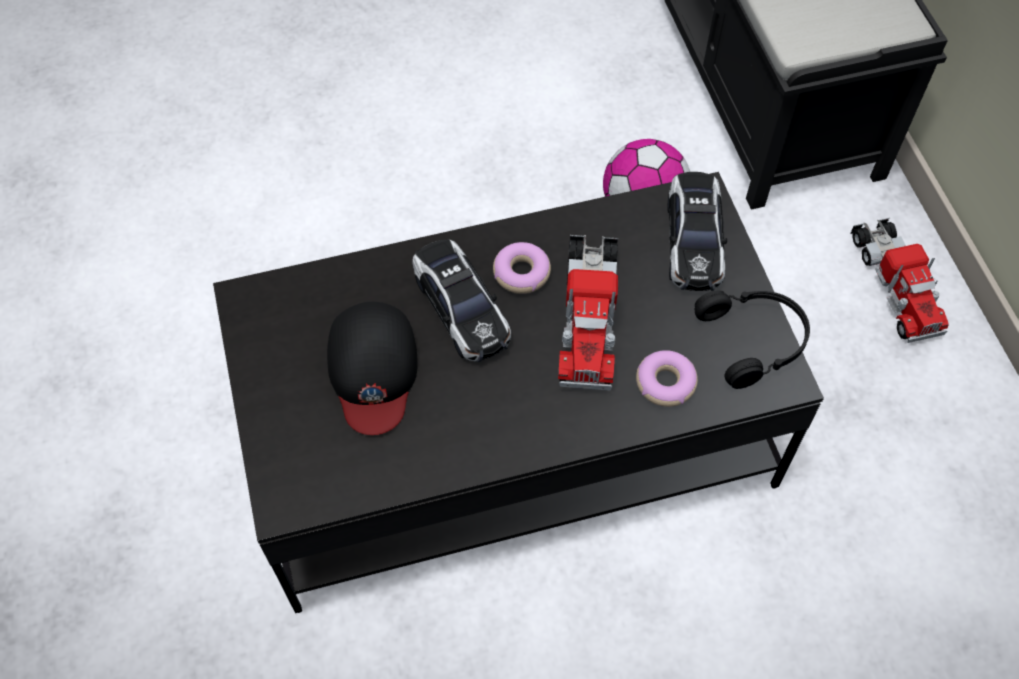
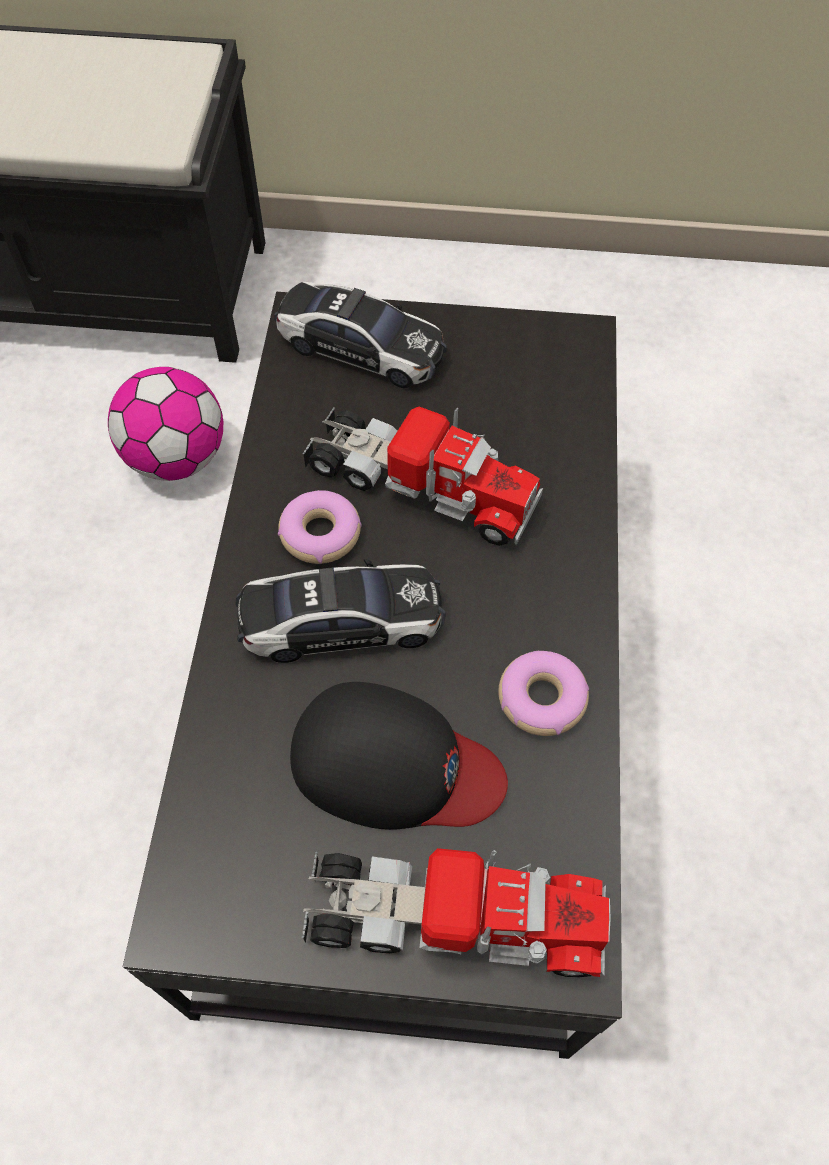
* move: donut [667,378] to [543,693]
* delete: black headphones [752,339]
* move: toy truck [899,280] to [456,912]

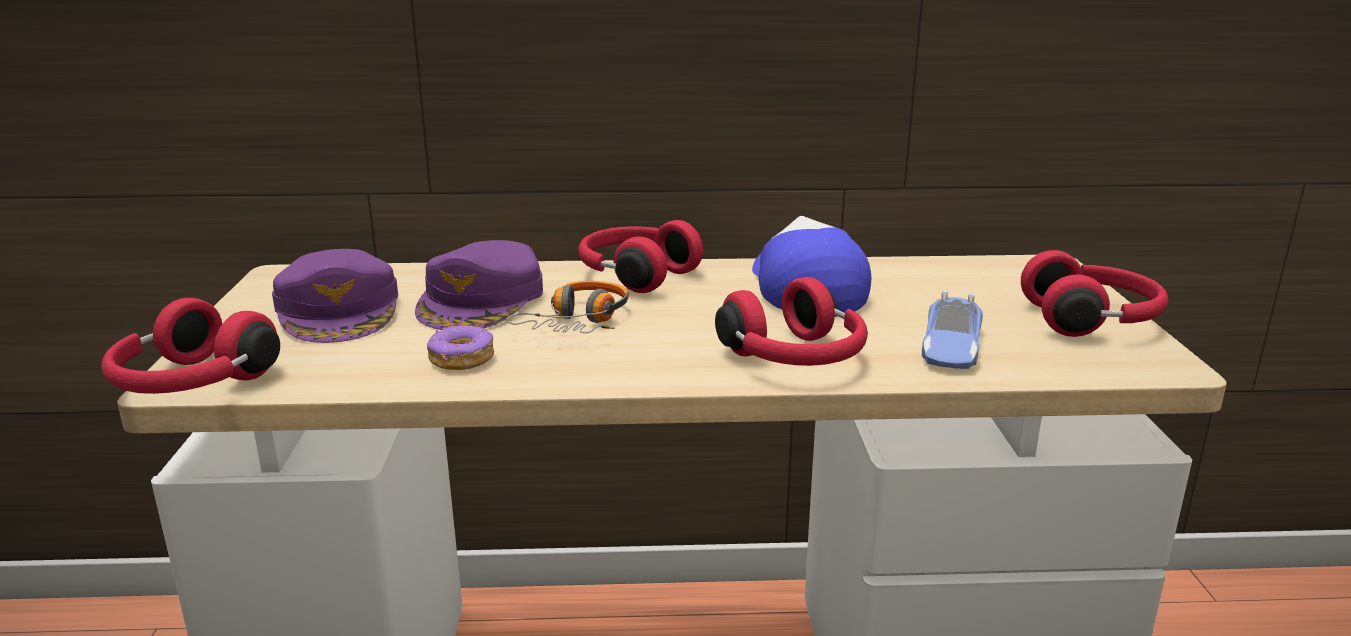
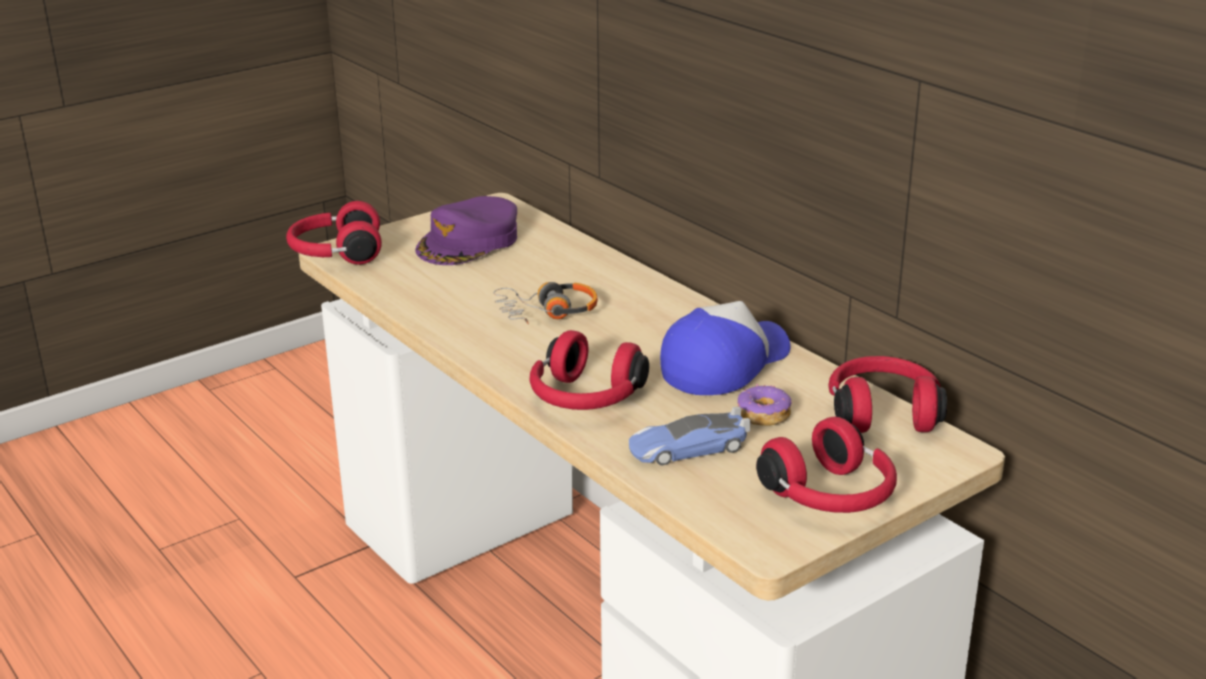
* delete: purple cap [479,285]
* move: donut [460,347] to [765,405]
* move: red headphones [640,256] to [887,394]

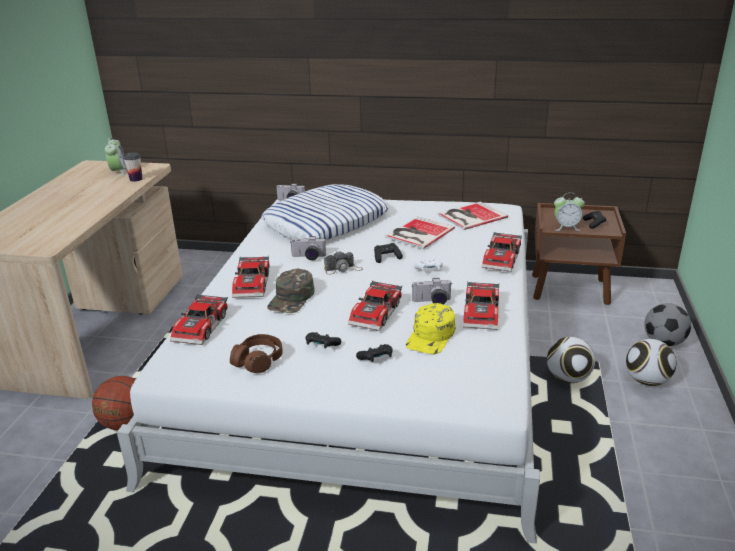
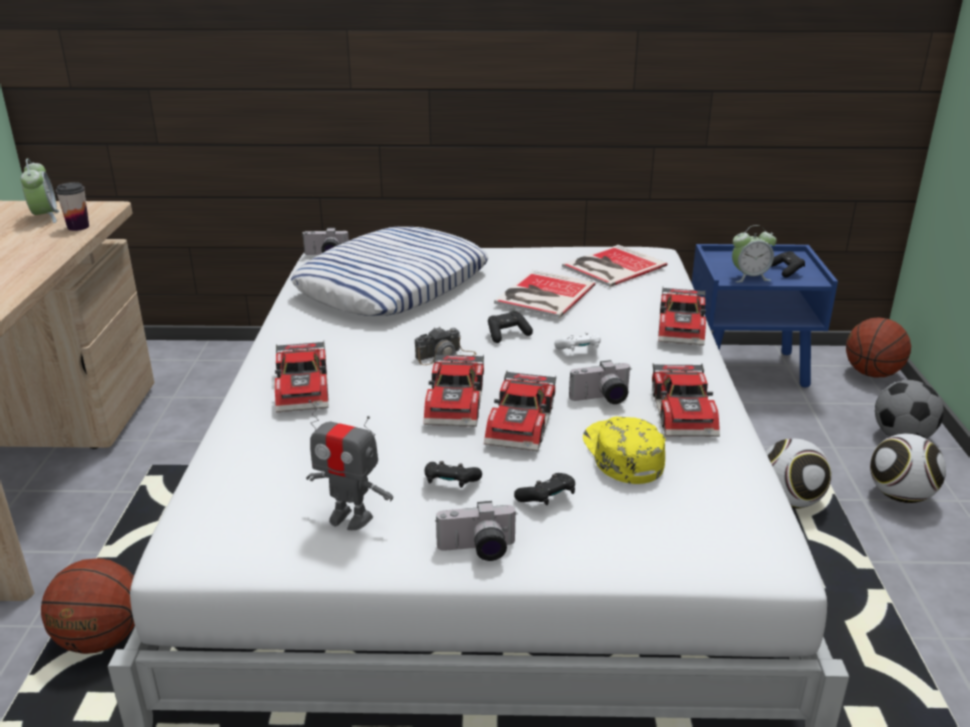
* move: toy car [199,319] to [453,390]
* replace: brown headphones [256,353] to toy robot [349,465]
* delete: green cap [291,291]
* move: photo camera [308,248] to [476,531]
* rotate: yellow cap [430,328] = [624,450] 150 degrees clockwise
* recolor: brown nightstand [579,254] to blue nightstand [765,315]
* insert: basketball [878,347]

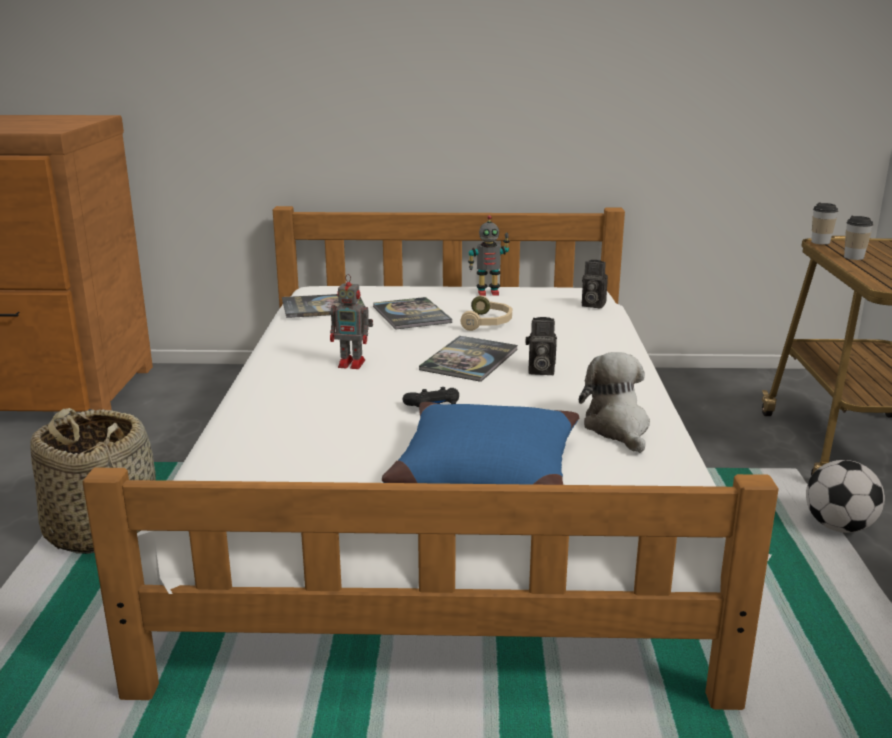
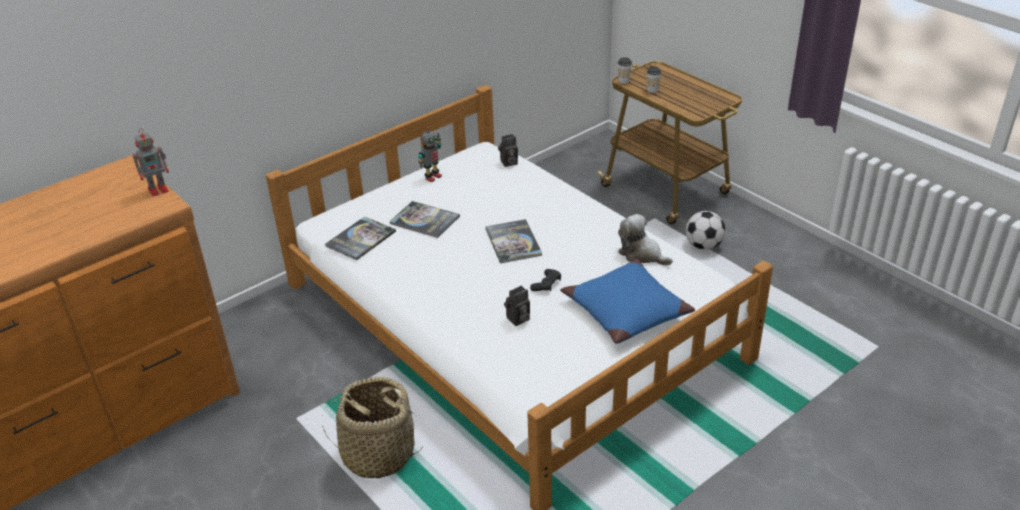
* move: toy robot [351,321] to [150,162]
* delete: beige headphones [486,313]
* move: photo camera [541,346] to [517,306]

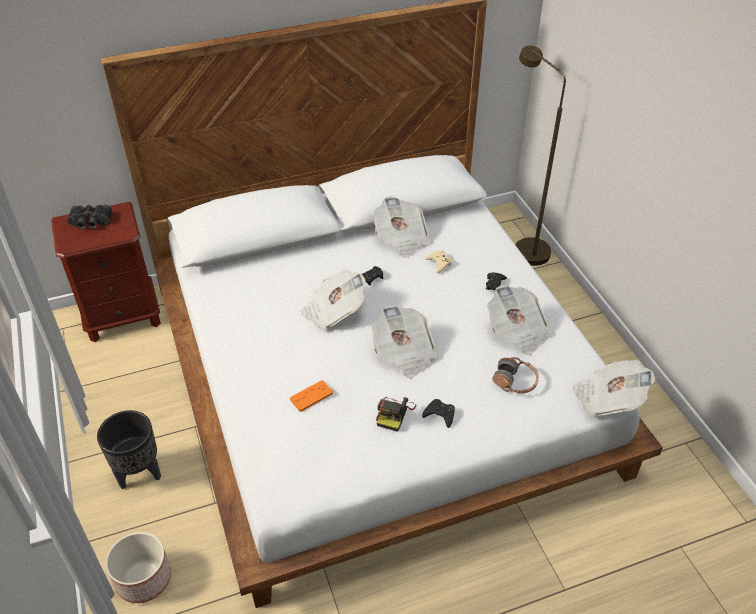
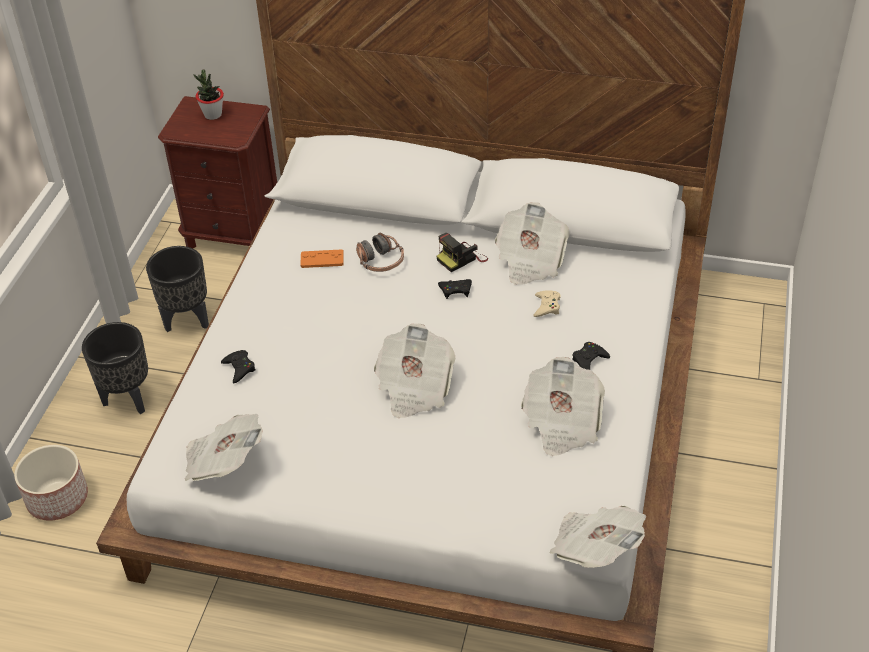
* replace: black binoculars [89,217] to potted plant [209,95]
* move: orange game controller [311,396] to [322,258]
* move: newspaper [333,299] to [224,447]
* move: photo camera [396,414] to [462,252]
* move: black game controller [438,413] to [238,366]
* move: headphones [515,375] to [380,252]
* delete: brown floor lamp [540,155]
* insert: black planter [177,289]

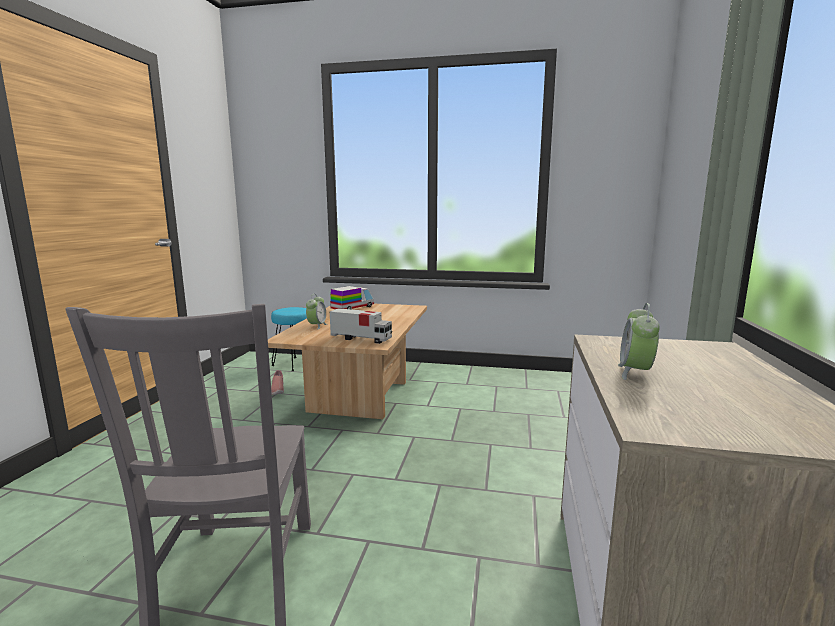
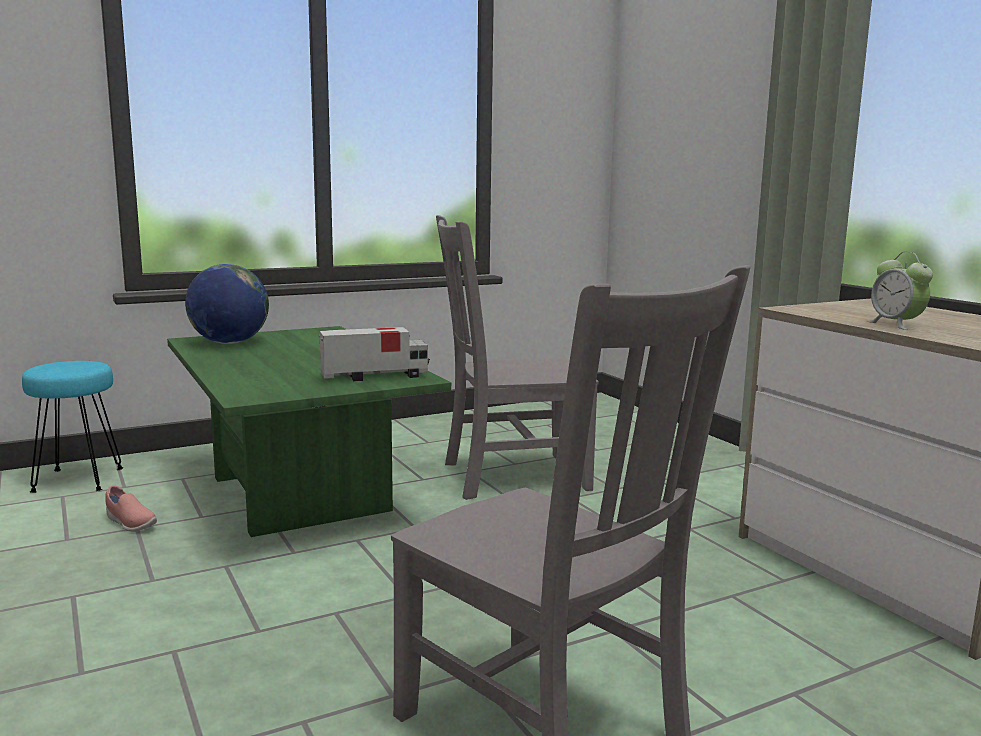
* recolor: beige coffee table [347,361] to green coffee table [309,431]
* delete: alarm clock [316,312]
* replace: toy truck [352,297] to globe [227,304]
* insert: grey chair [517,357]

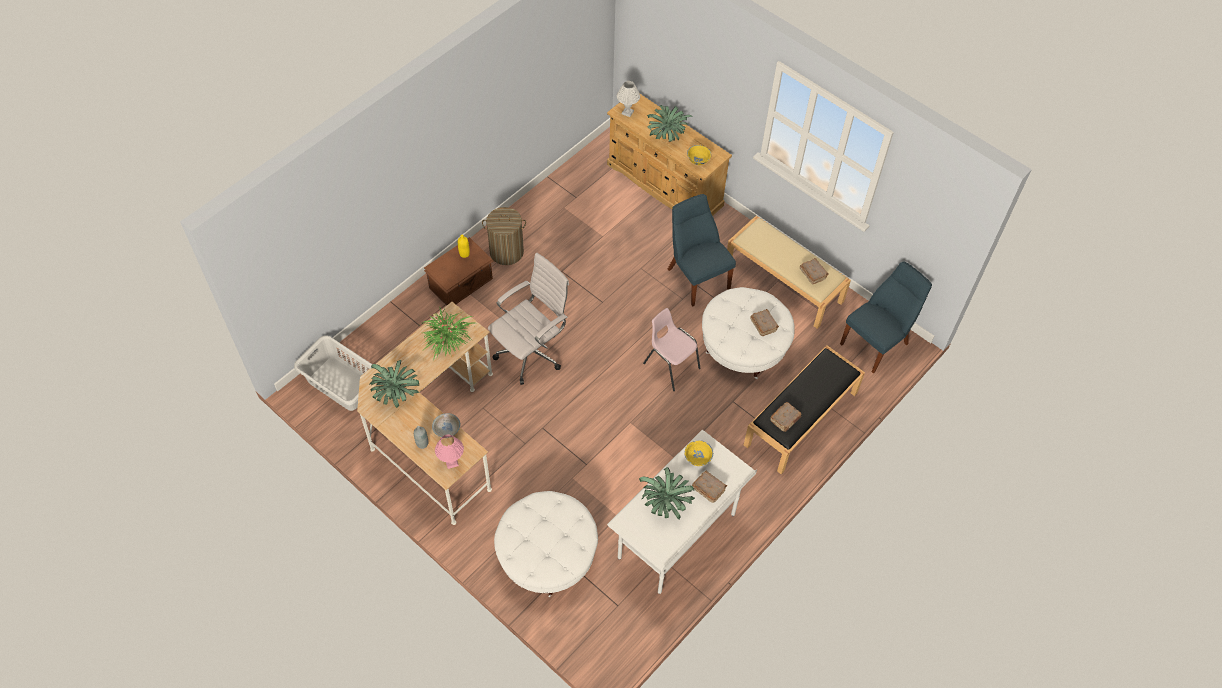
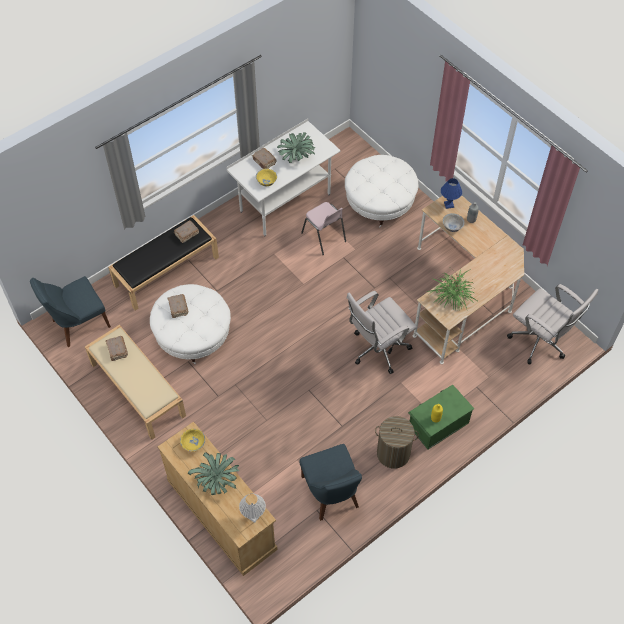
* replace: grey laundry basket [333,373] to white office chair [552,324]
* delete: potted plant [394,384]
* recolor: brown storage box [458,271] to green storage box [441,417]
* recolor: pink table lamp [449,451] to blue table lamp [451,193]
* move: pink chair [672,349] to [323,228]
* move: blue chair [702,250] to [330,482]

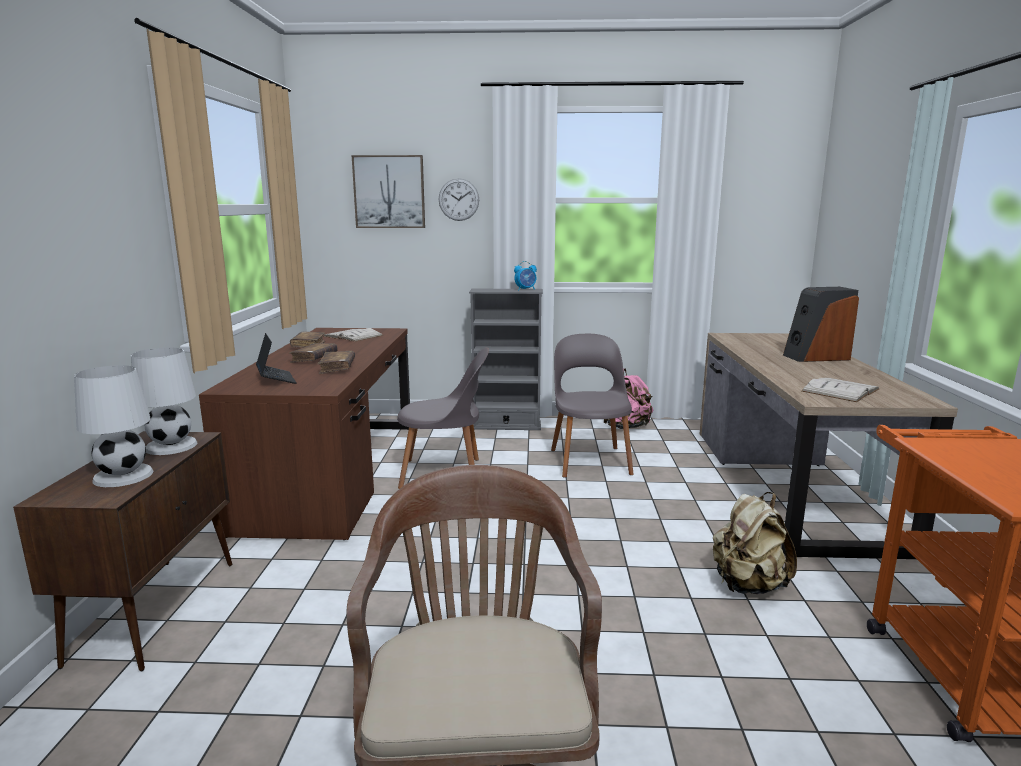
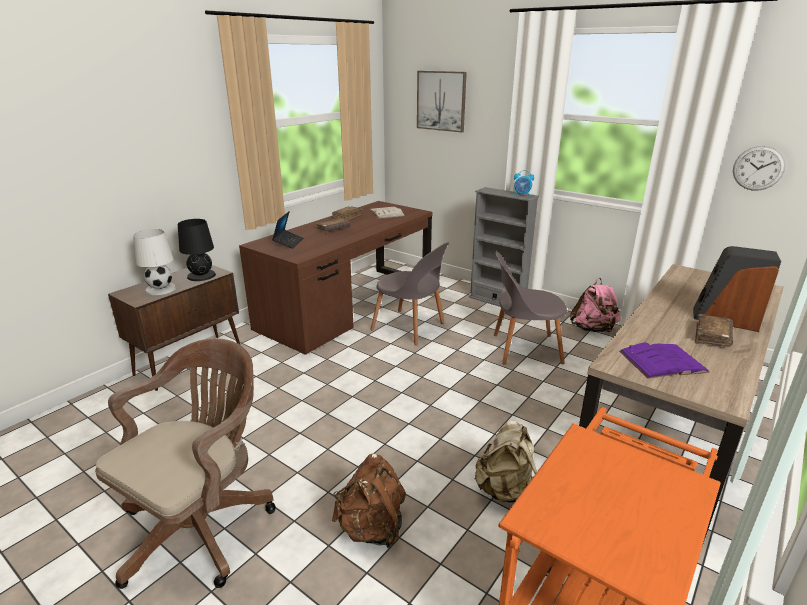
* recolor: white table lamp [164,401] to black table lamp [197,250]
* move: brown book [336,362] to [714,330]
* move: wall clock [459,199] to [759,168]
* rotate: grey chair [592,406] = [530,308] 120 degrees counterclockwise
* recolor: white book [840,389] to purple book [664,360]
* insert: brown backpack [369,501]

